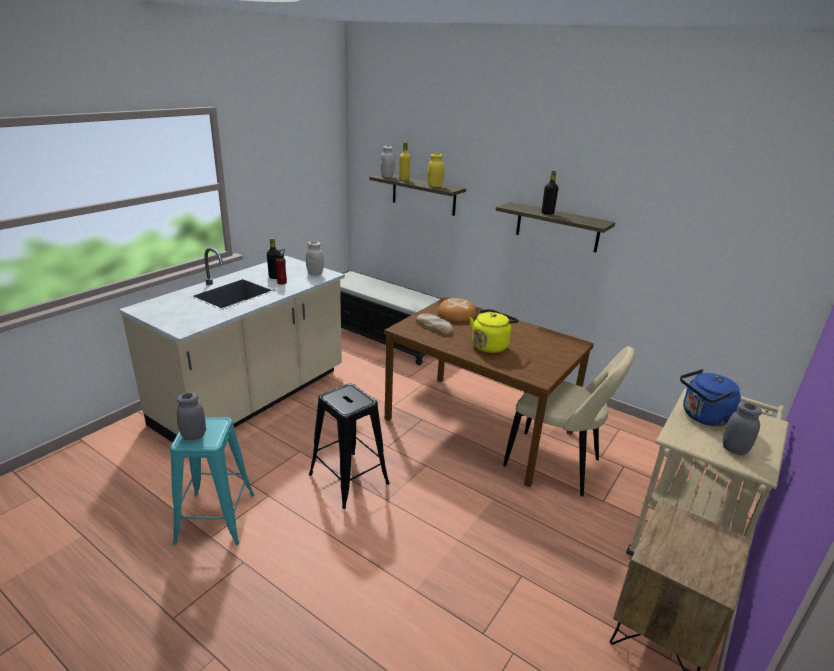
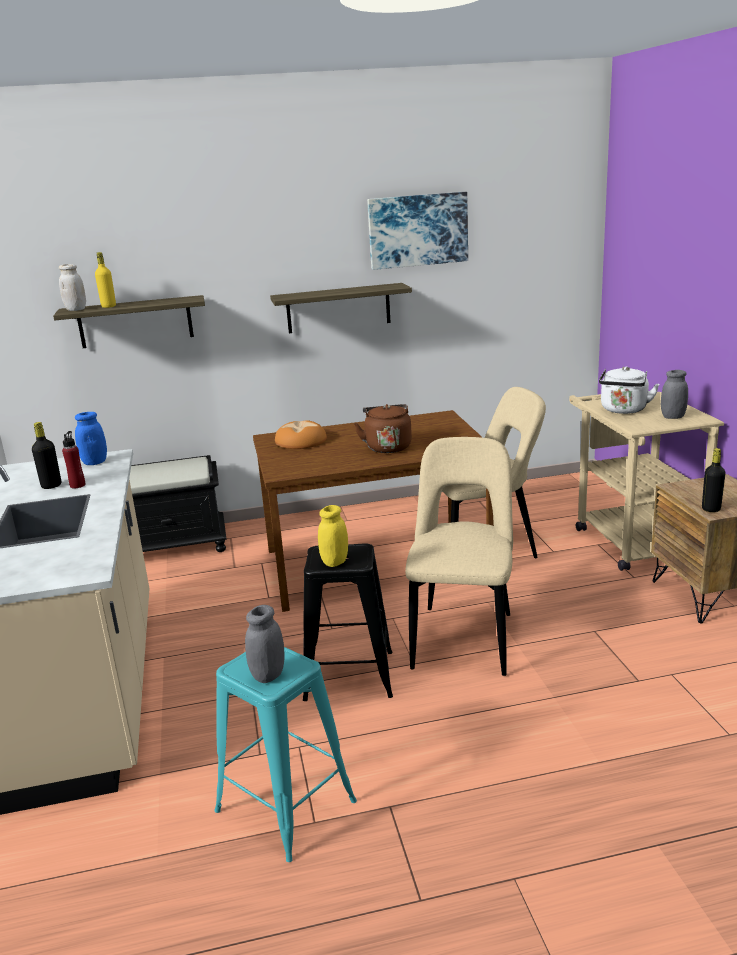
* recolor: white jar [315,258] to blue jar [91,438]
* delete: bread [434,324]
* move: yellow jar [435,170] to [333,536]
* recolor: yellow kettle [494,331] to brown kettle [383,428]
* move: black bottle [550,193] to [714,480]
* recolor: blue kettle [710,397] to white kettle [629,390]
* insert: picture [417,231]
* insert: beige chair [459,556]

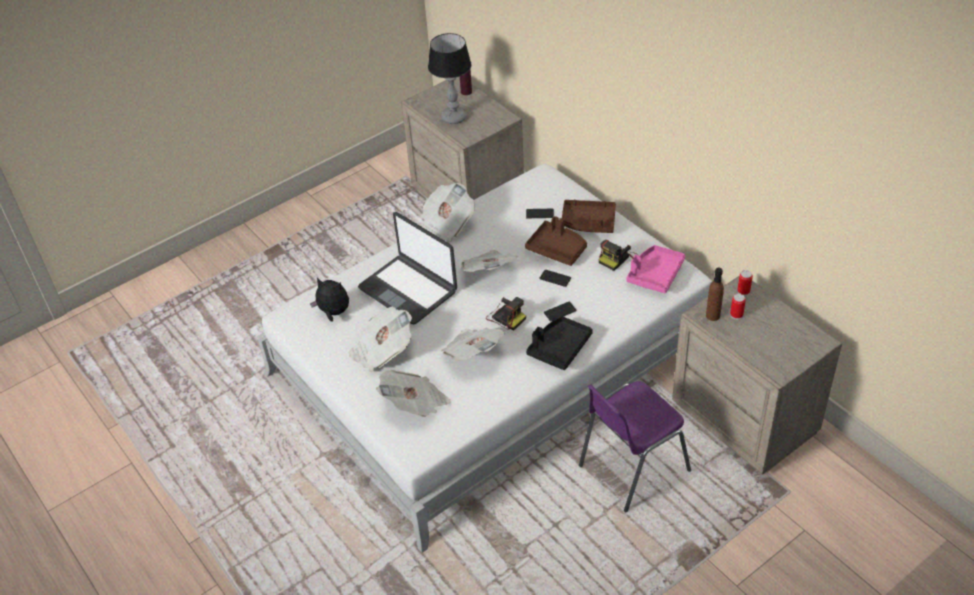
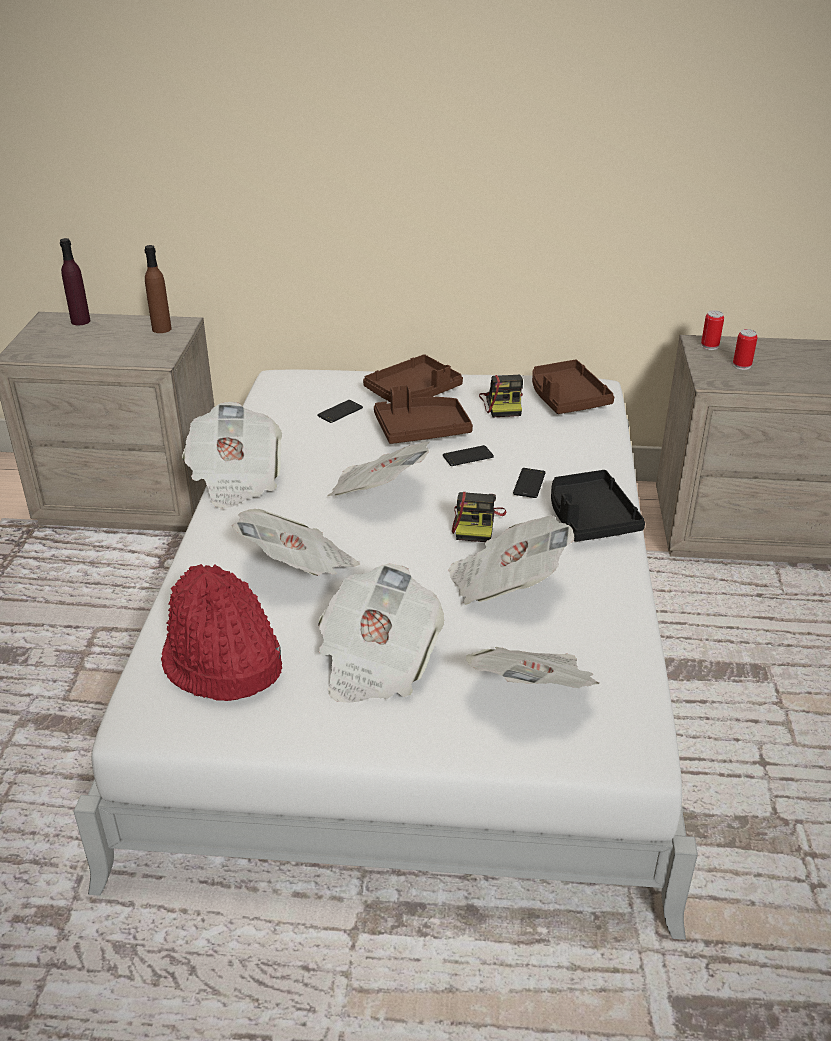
* replace: plush toy [329,300] to red hat [221,632]
* replace: laptop [407,268] to newspaper [296,542]
* delete: table lamp [450,78]
* rotate: photo camera [506,313] = [479,517] 105 degrees clockwise
* delete: purple chair [635,446]
* recolor: pink tray [655,269] to brown tray [573,387]
* move: brown bottle [715,294] to [158,289]

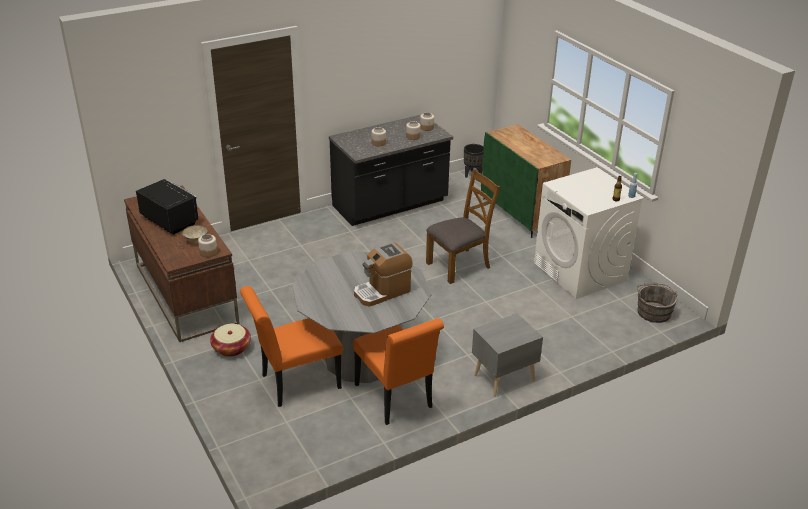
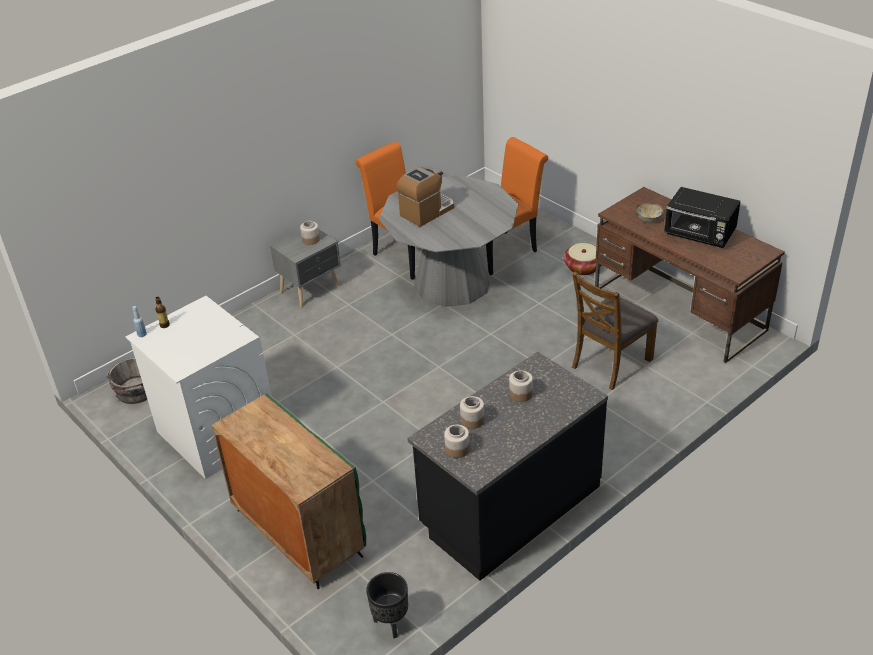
* move: jar [207,245] to [310,233]
* move: brown chair [463,226] to [615,331]

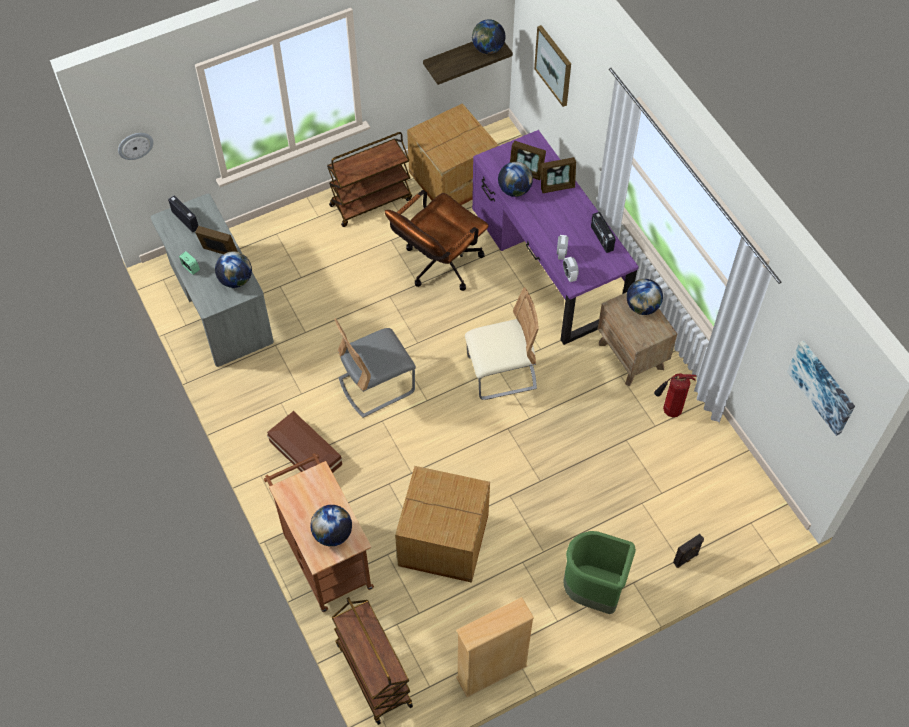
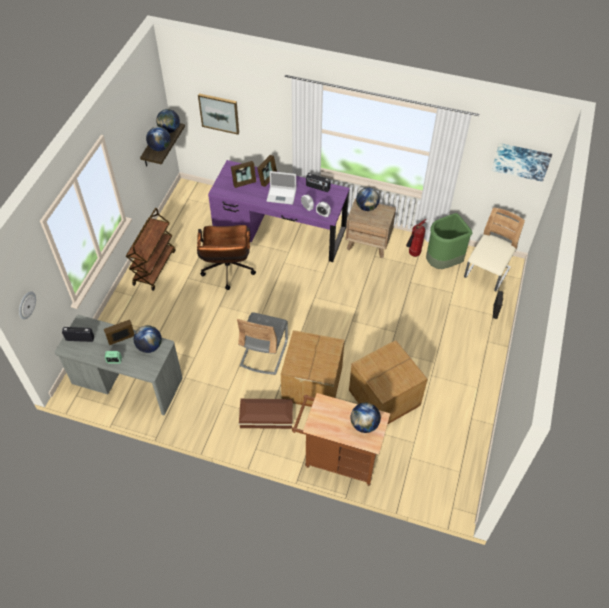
* delete: brown cart [372,661]
* move: cardboard box [452,154] to [312,368]
* delete: beige bookcase [495,647]
* move: beige chair [502,343] to [494,249]
* move: globe [515,179] to [158,139]
* move: green trash can [599,572] to [449,241]
* insert: laptop [281,188]

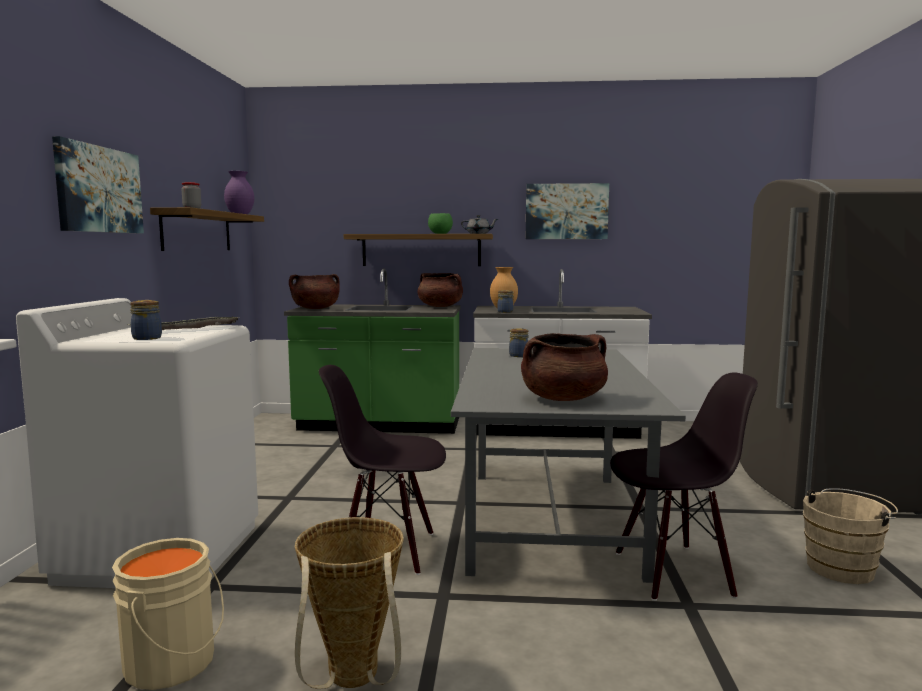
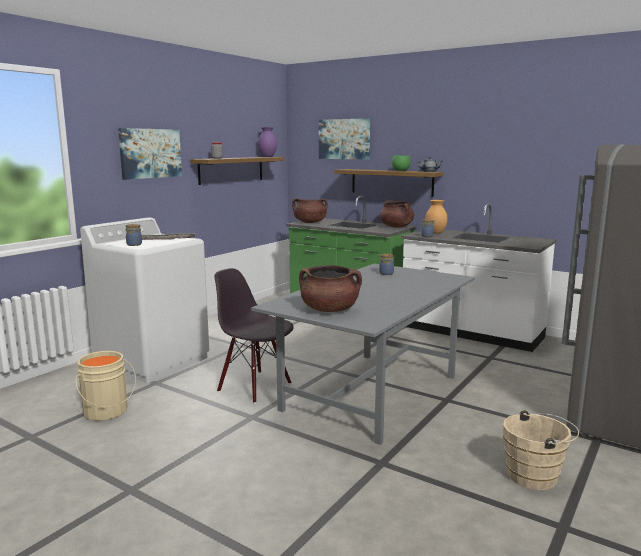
* delete: basket [349,603]
* move: picture [567,211] to [344,139]
* delete: black chair [684,487]

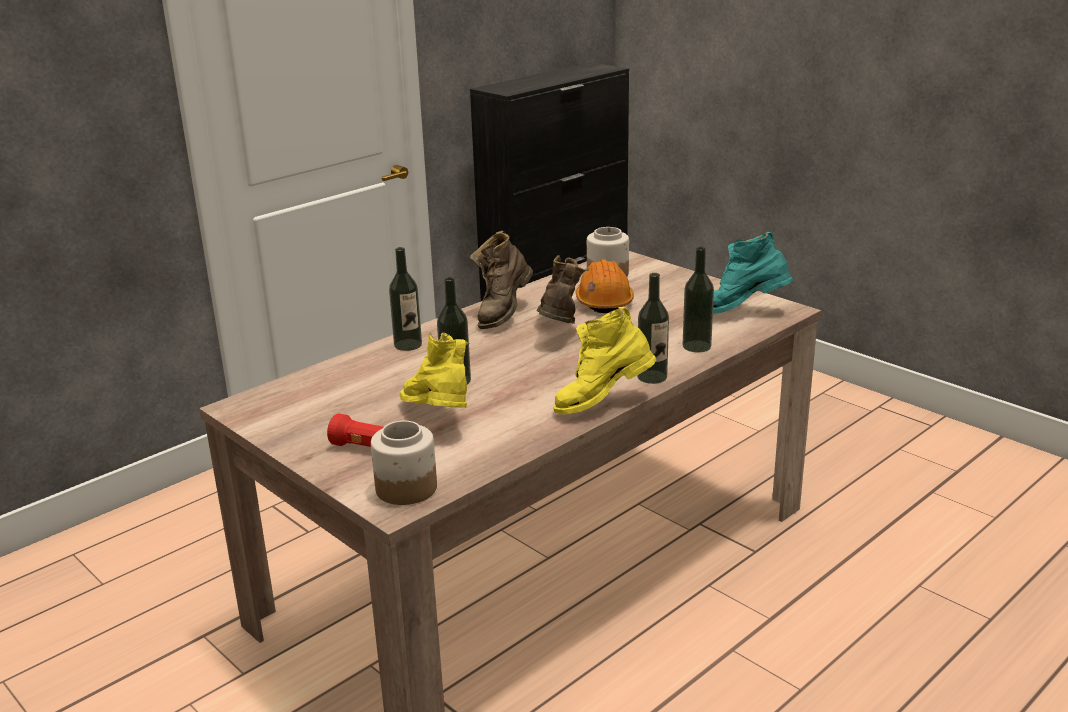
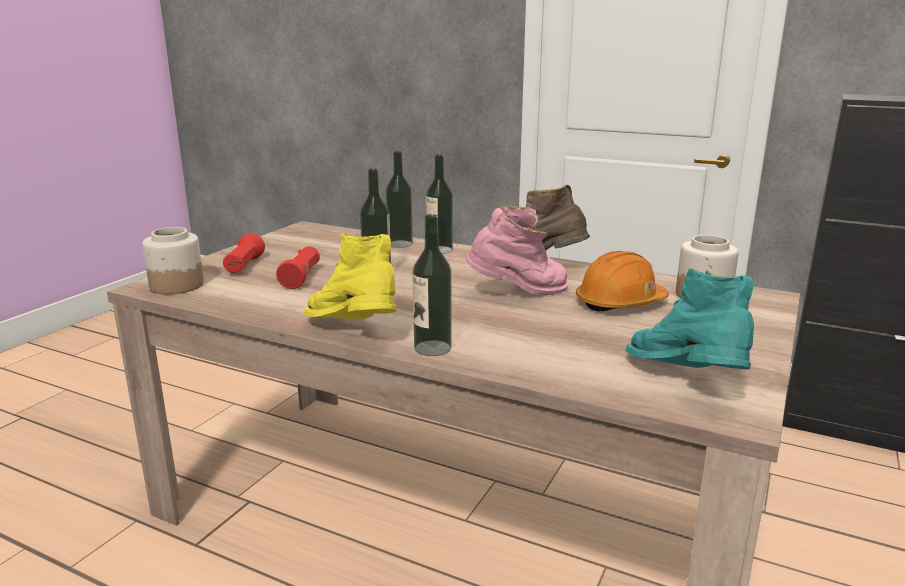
* replace: yellow boot [434,370] to red flashlight [298,267]
* recolor: brown boot [563,289] to pink boot [517,250]
* move: bottle [698,299] to [399,199]

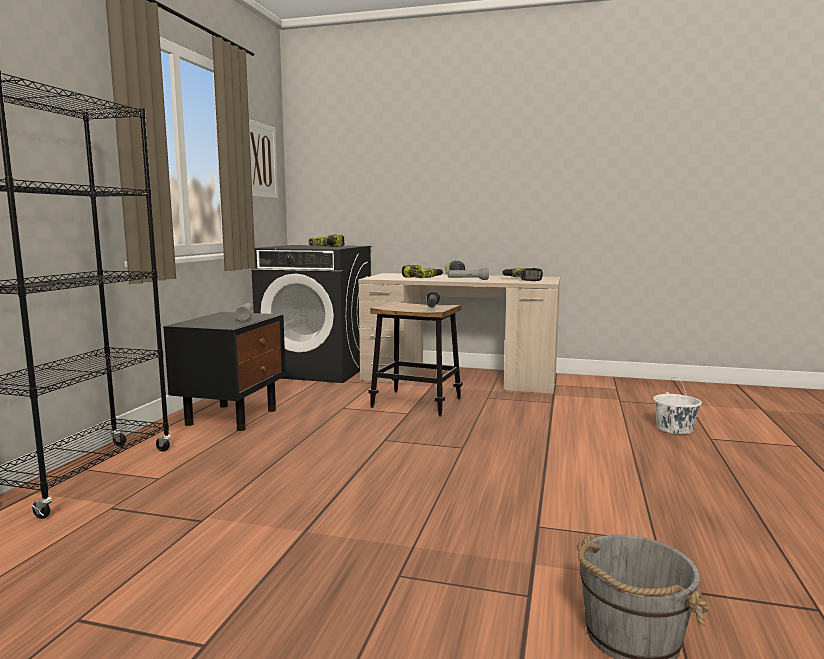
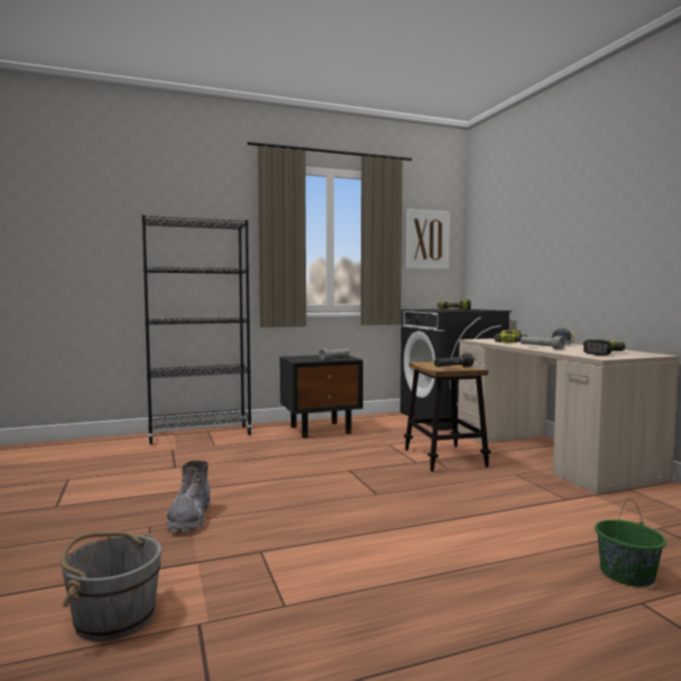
* recolor: white bucket [677,405] to green bucket [630,543]
* insert: grey boot [188,496]

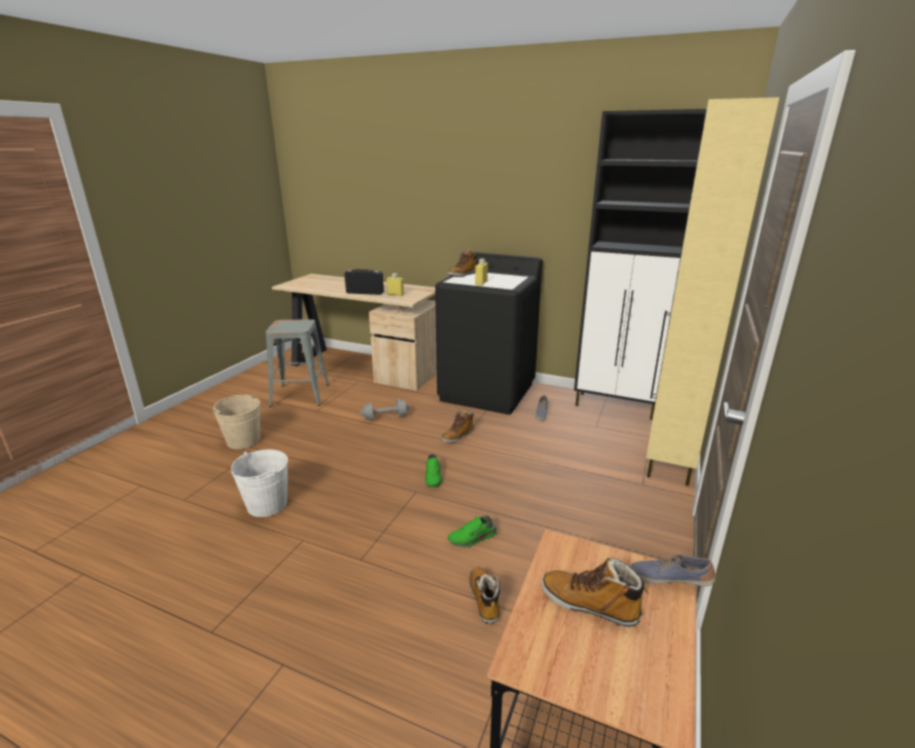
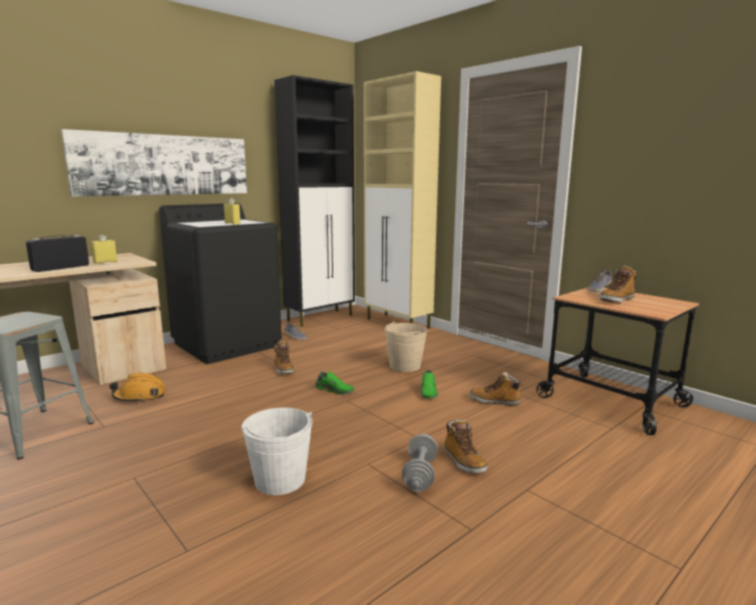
* move: beige bucket [236,422] to [406,346]
* move: grey dumbbell [385,410] to [420,463]
* move: boot [462,263] to [466,446]
* insert: picture [154,163]
* insert: orange hard hat [137,388]

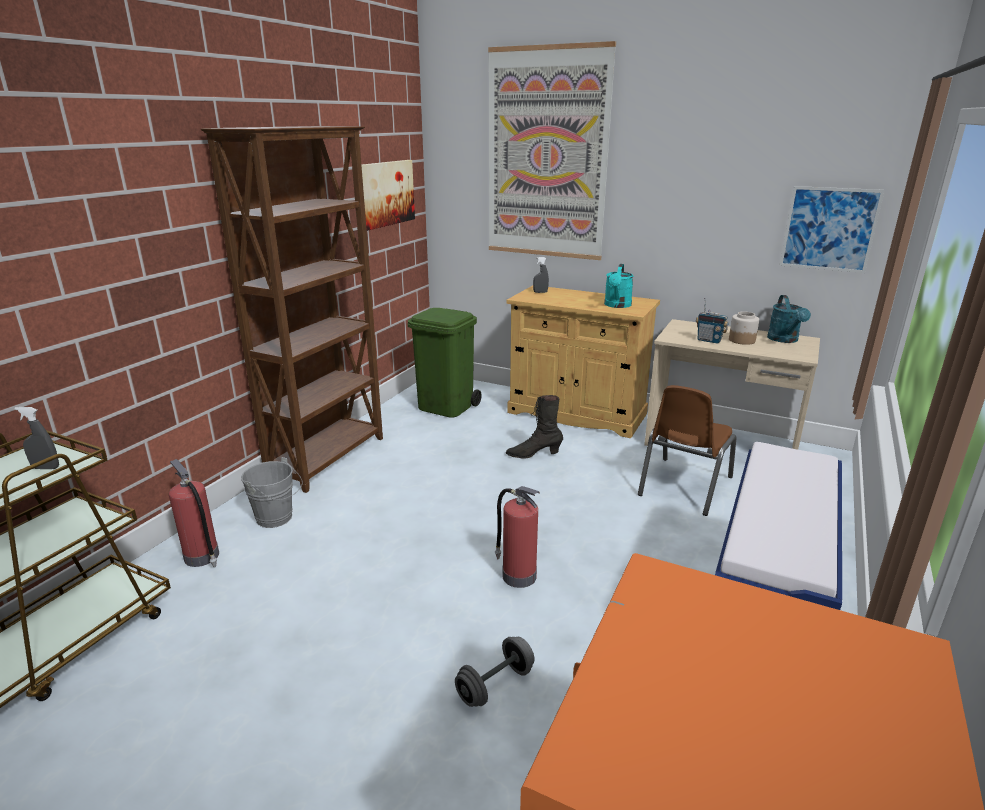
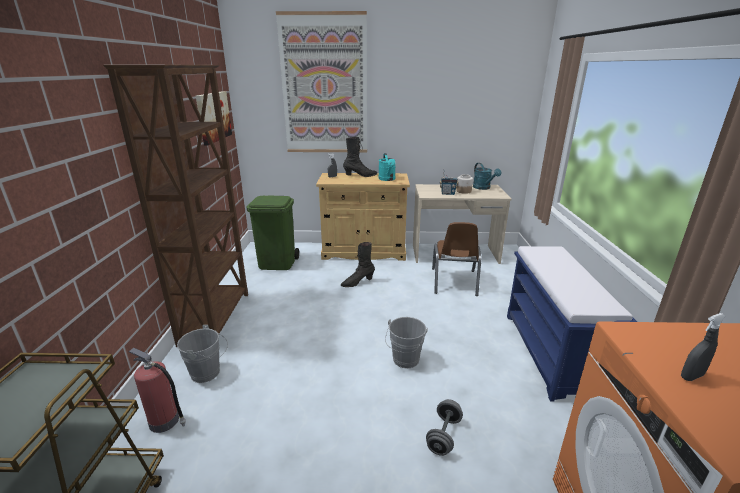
* move: grey spray bottle [36,438] to [703,347]
* replace: fire extinguisher [517,537] to grey bucket [406,342]
* delete: picture [832,229]
* insert: black boot [360,157]

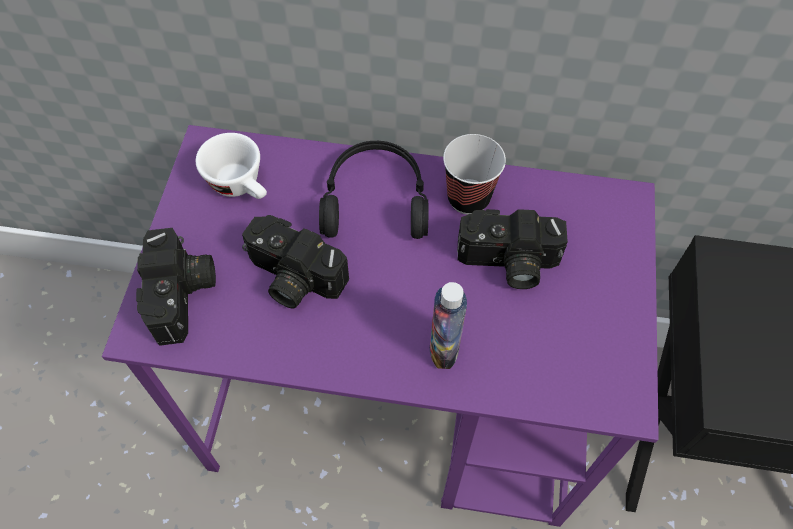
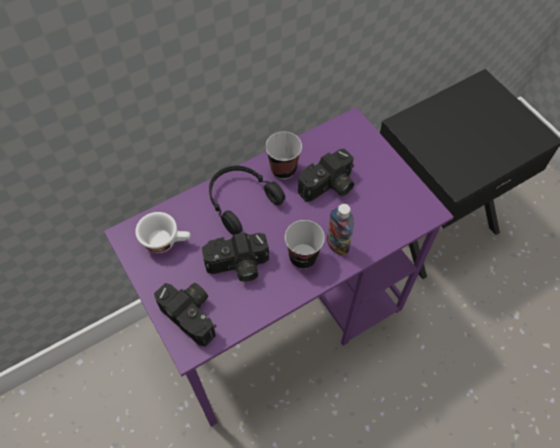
* insert: cup [305,244]

